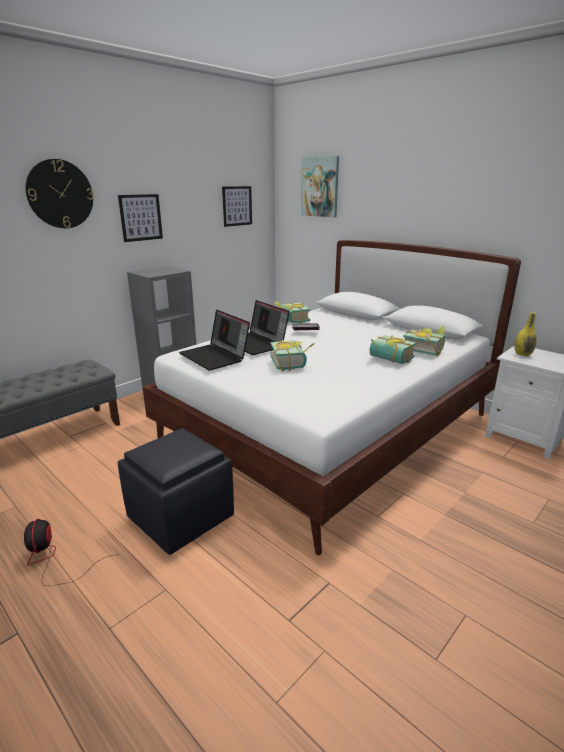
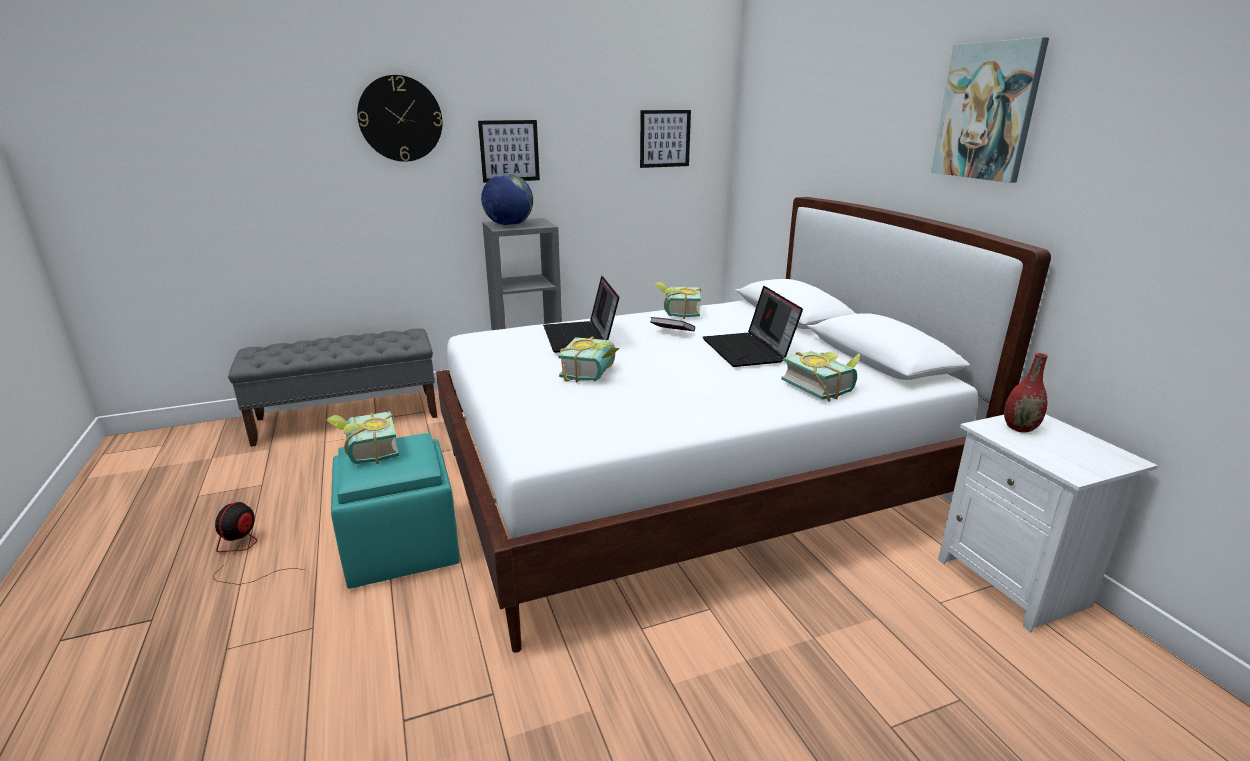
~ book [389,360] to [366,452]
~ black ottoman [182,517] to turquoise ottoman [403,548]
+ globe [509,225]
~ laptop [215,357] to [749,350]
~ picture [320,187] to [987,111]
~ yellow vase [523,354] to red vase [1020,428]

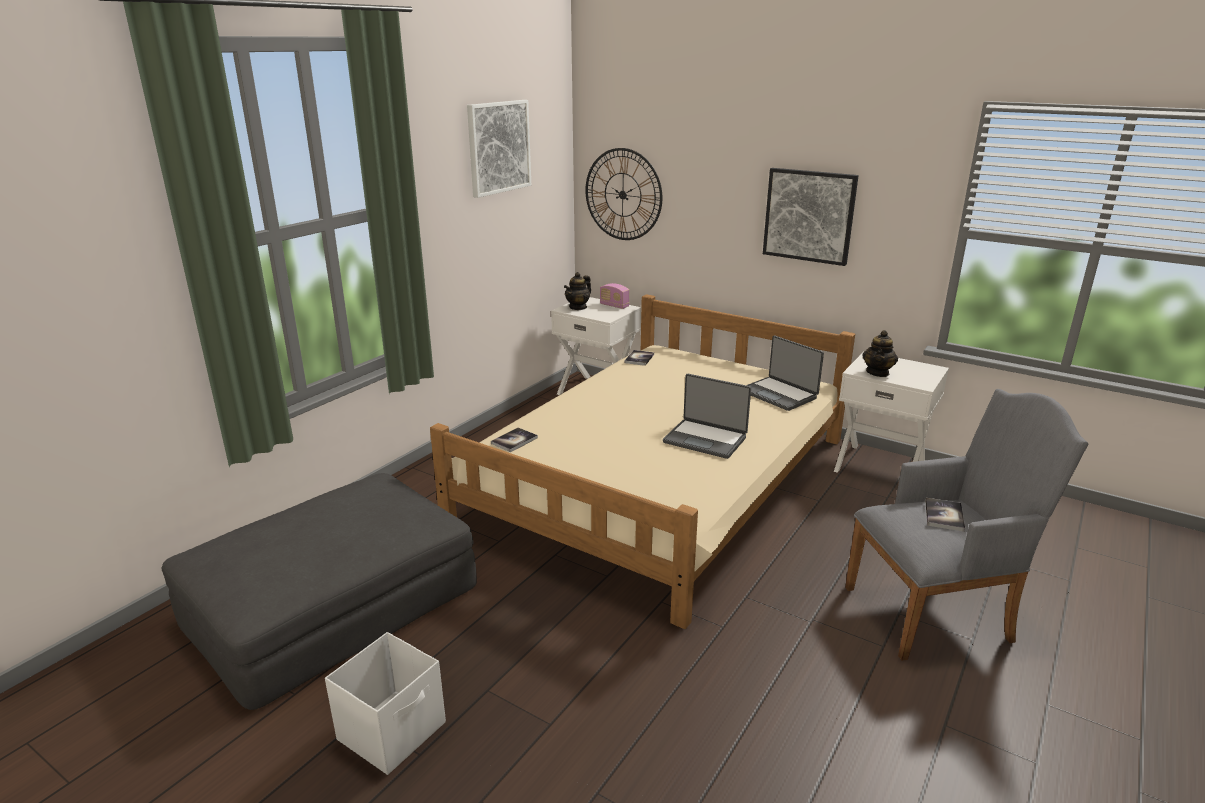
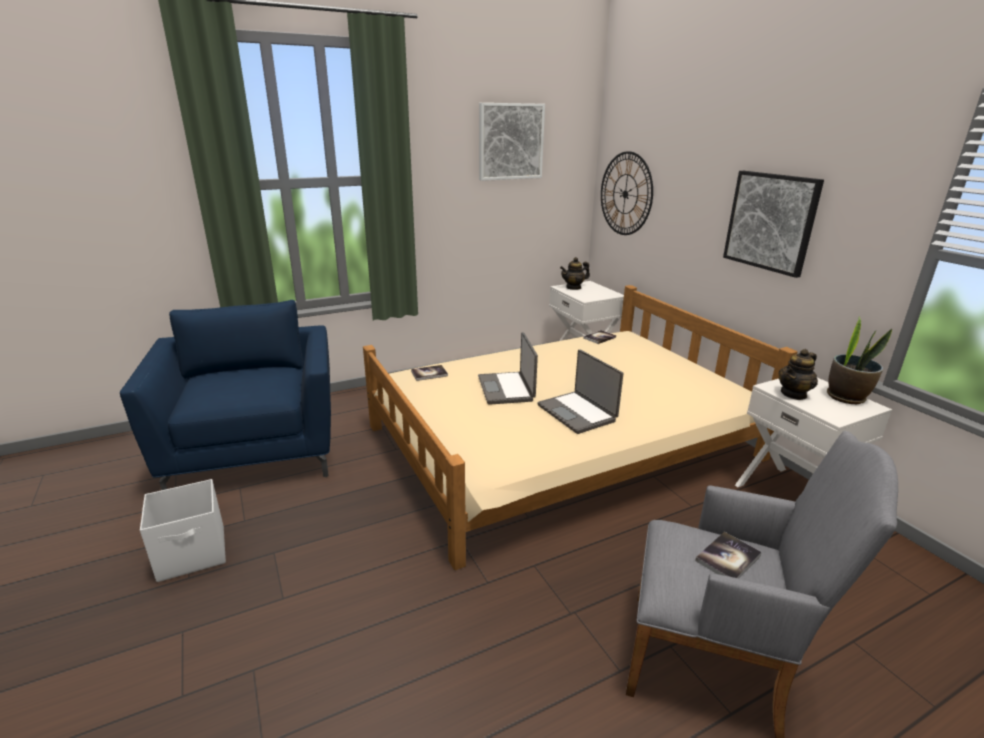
~ grey ottoman [332,603] to blue armchair [256,454]
~ laptop [779,394] to [507,389]
+ potted plant [846,397]
- radio [614,306]

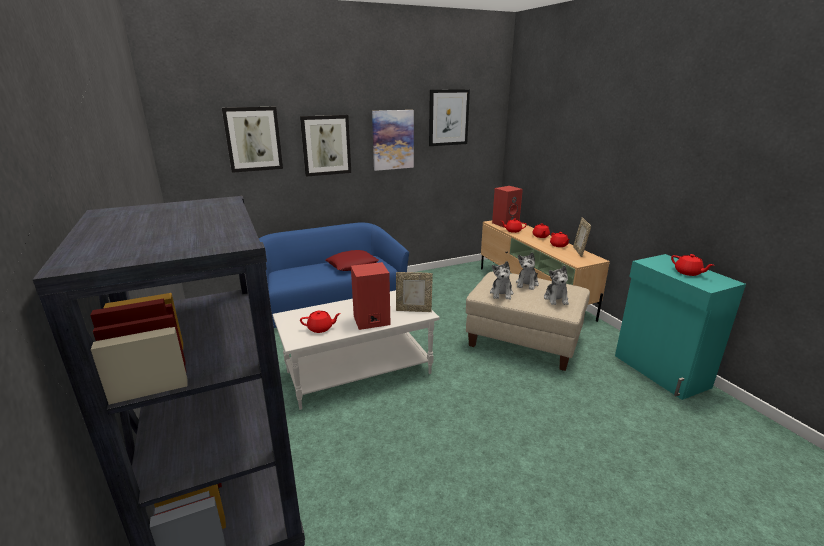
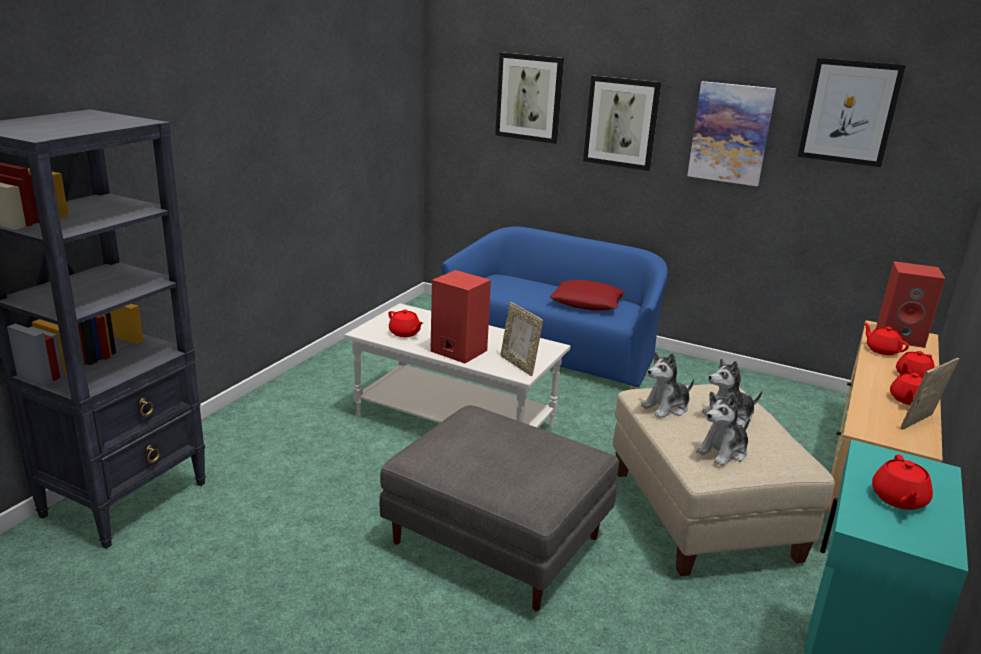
+ grey ottoman [499,540]

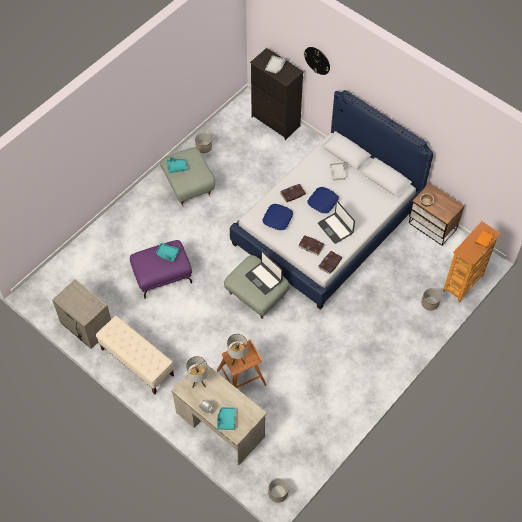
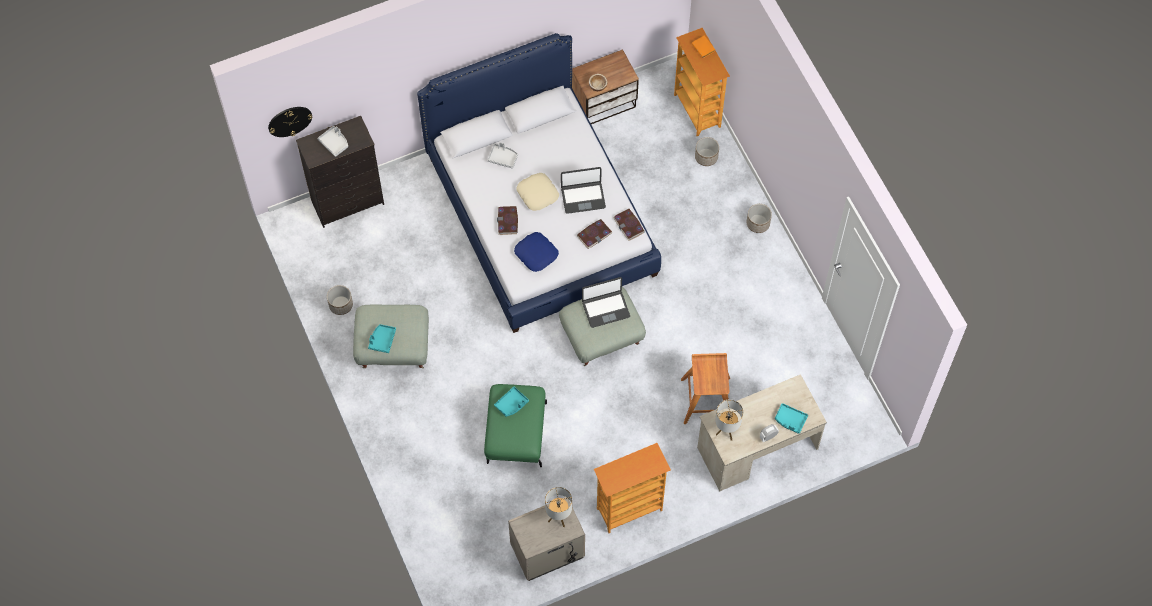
~ wall clock [317,60] to [290,121]
~ purple ottoman [162,274] to green ottoman [515,432]
~ blue pillow [323,202] to beige pillow [538,194]
~ table lamp [237,358] to [558,516]
~ beige bench [137,362] to bookcase [629,510]
~ planter [278,493] to [758,223]

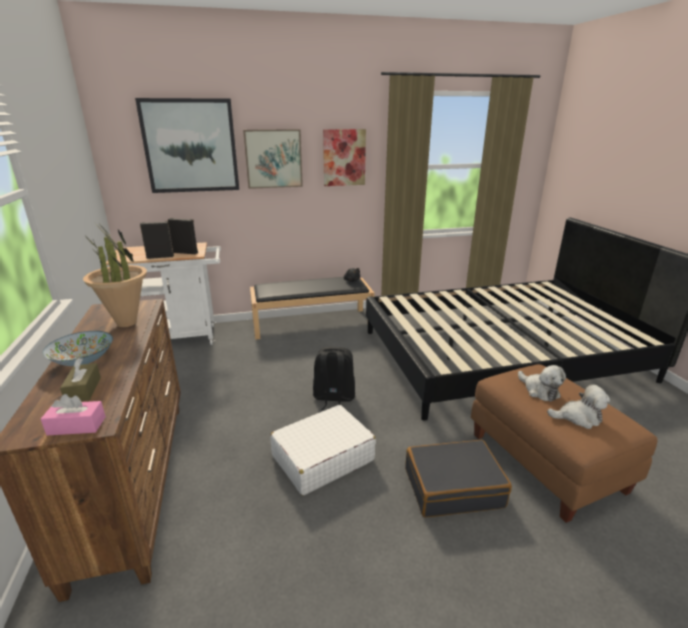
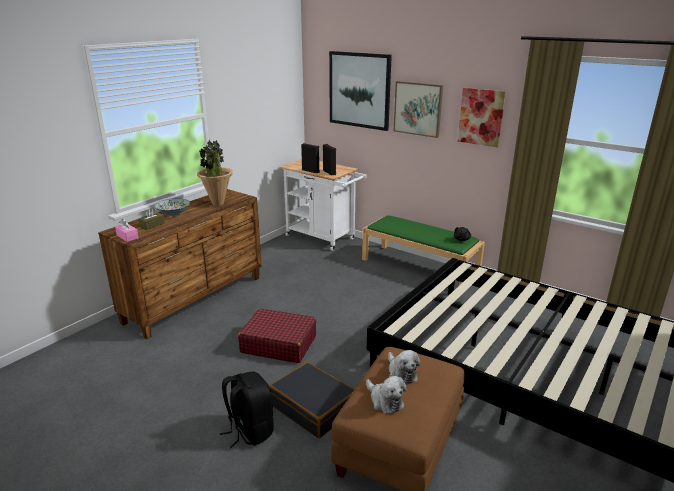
~ black backpack [333,398] to [249,431]
~ white suitcase [322,458] to red suitcase [278,344]
~ black bench [312,323] to green bench [420,267]
~ plush toy [539,390] = [401,373] 45 degrees counterclockwise

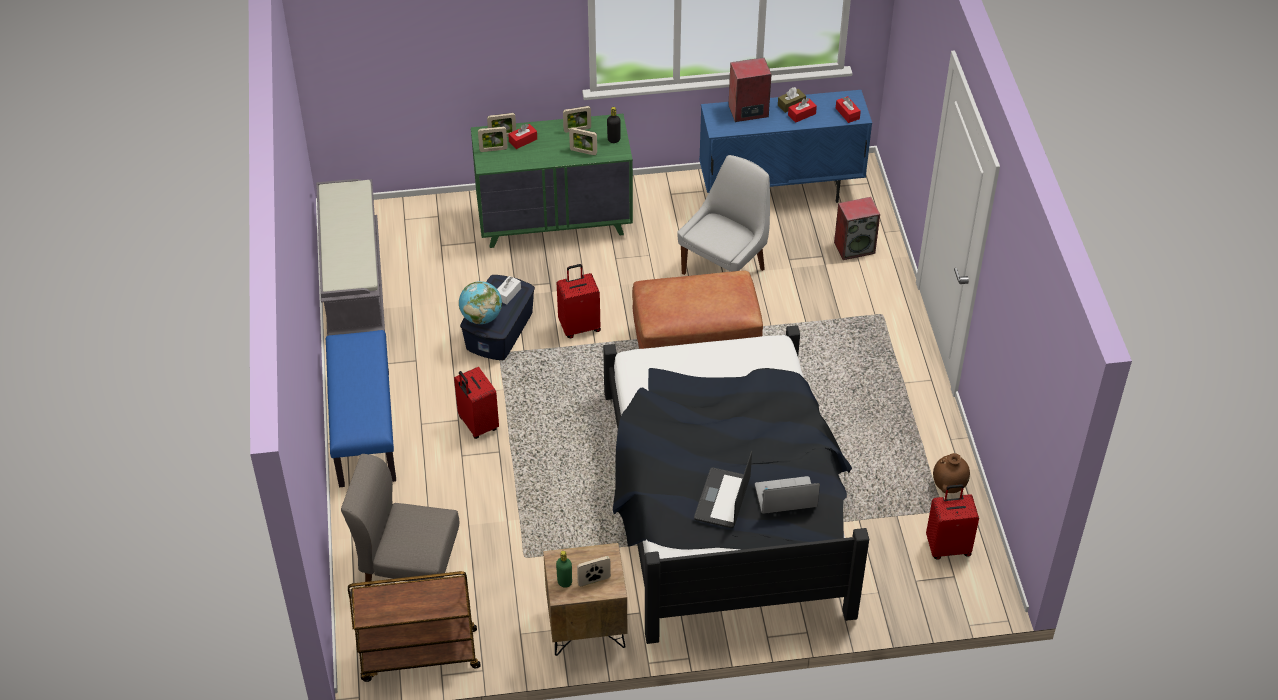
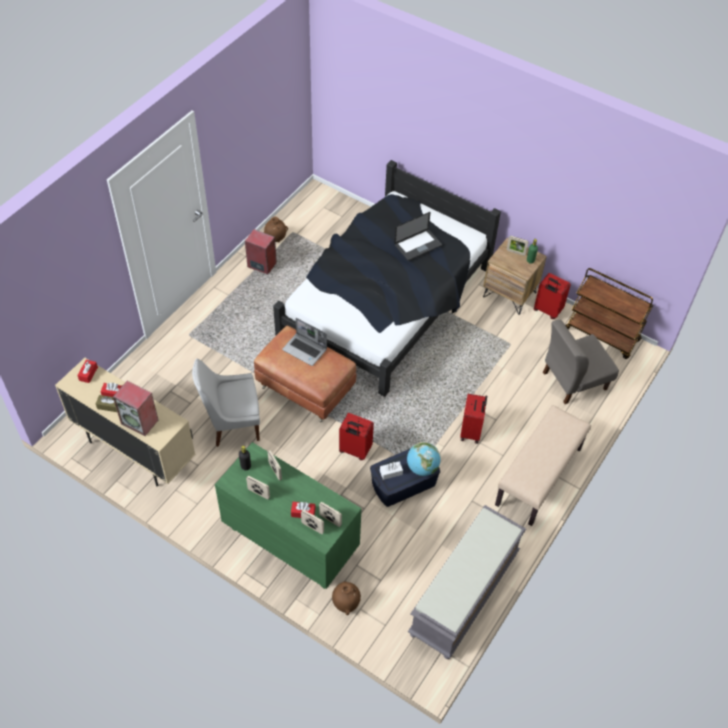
~ blue cabinet [780,192] to beige cabinet [135,451]
~ speaker [854,247] to [261,265]
~ laptop [785,497] to [305,350]
+ brown vase [346,603]
~ blue bench [363,428] to beige bench [539,477]
~ red suitcase [948,547] to [547,311]
~ grey chair [408,565] = [574,380] 105 degrees clockwise

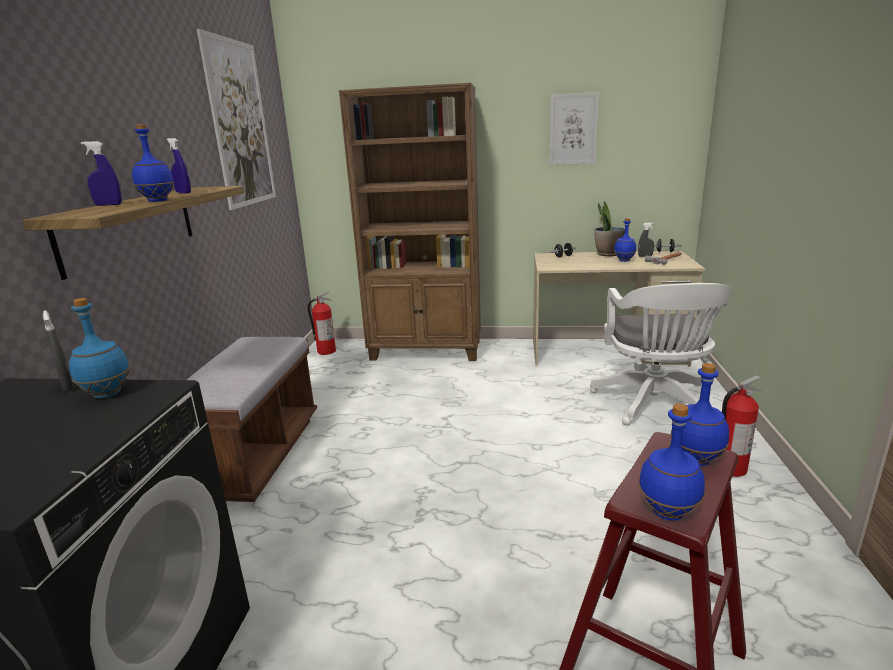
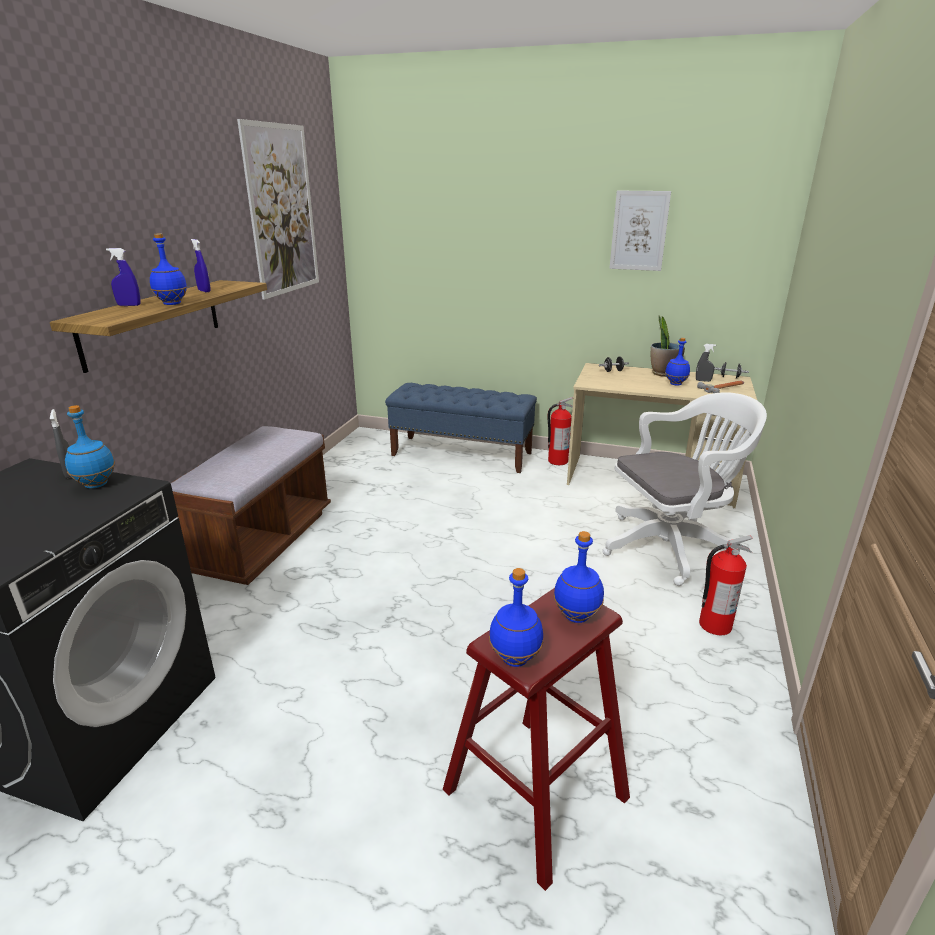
~ brown bookcase [426,351] to blue bench [462,454]
~ fire extinguisher [326,351] to [557,461]
~ white office chair [654,405] = [671,546] 120 degrees counterclockwise

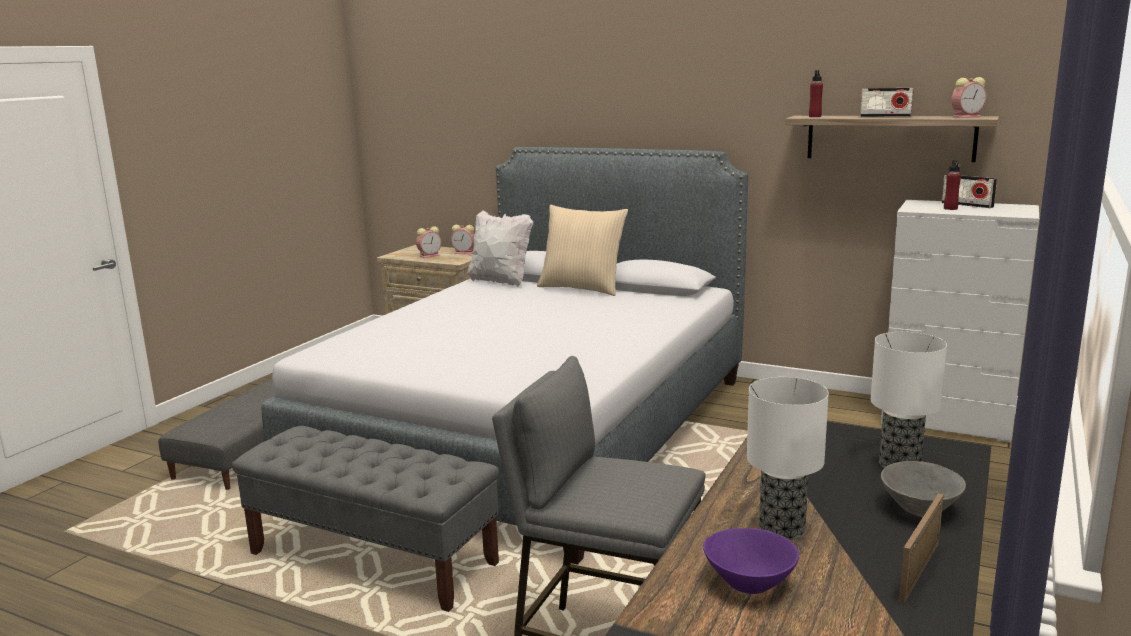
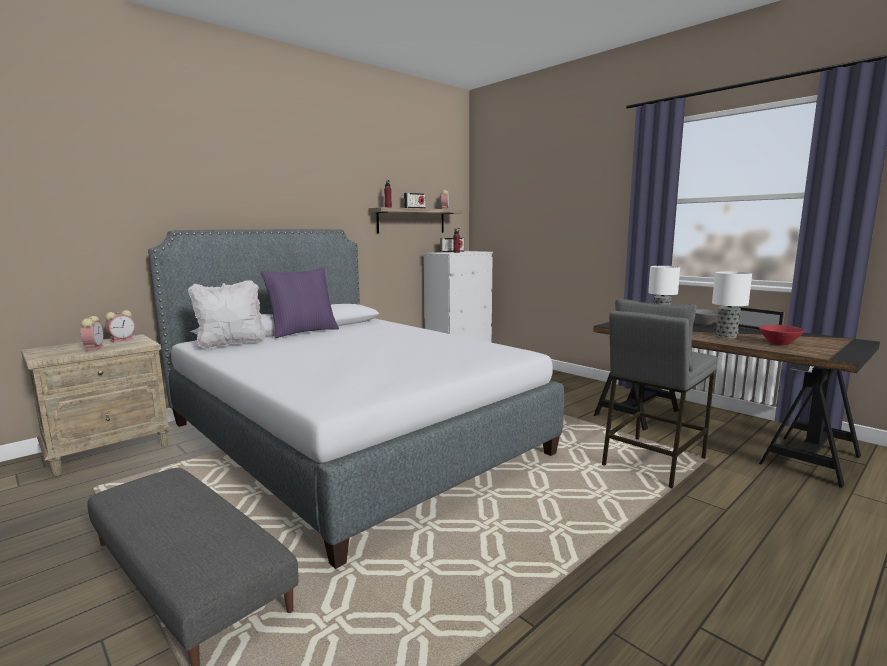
~ beige pillow [582,288] to purple pillow [303,332]
~ purple bowl [748,583] to red bowl [778,343]
- grey bench [373,559]

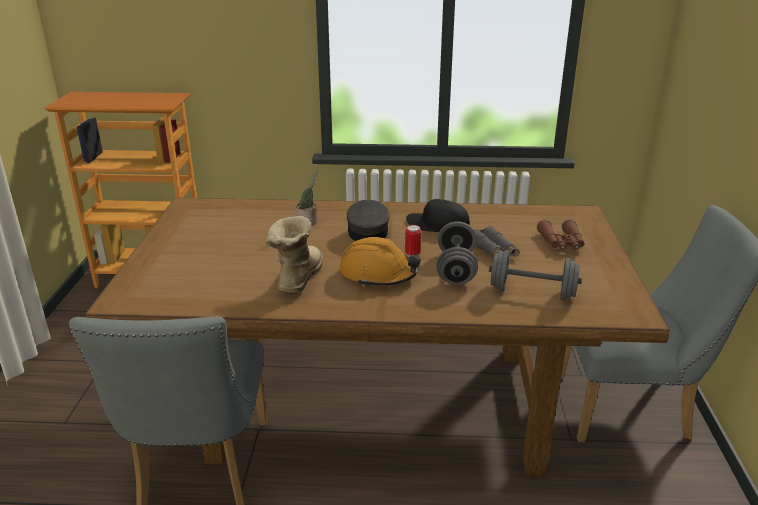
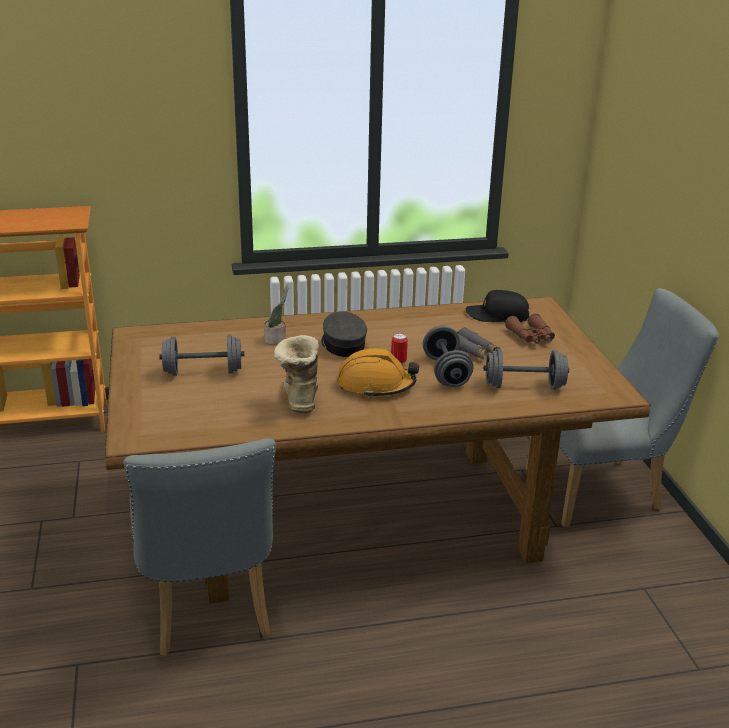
+ grey dumbbell [203,372]
~ black cap [437,225] to [497,315]

